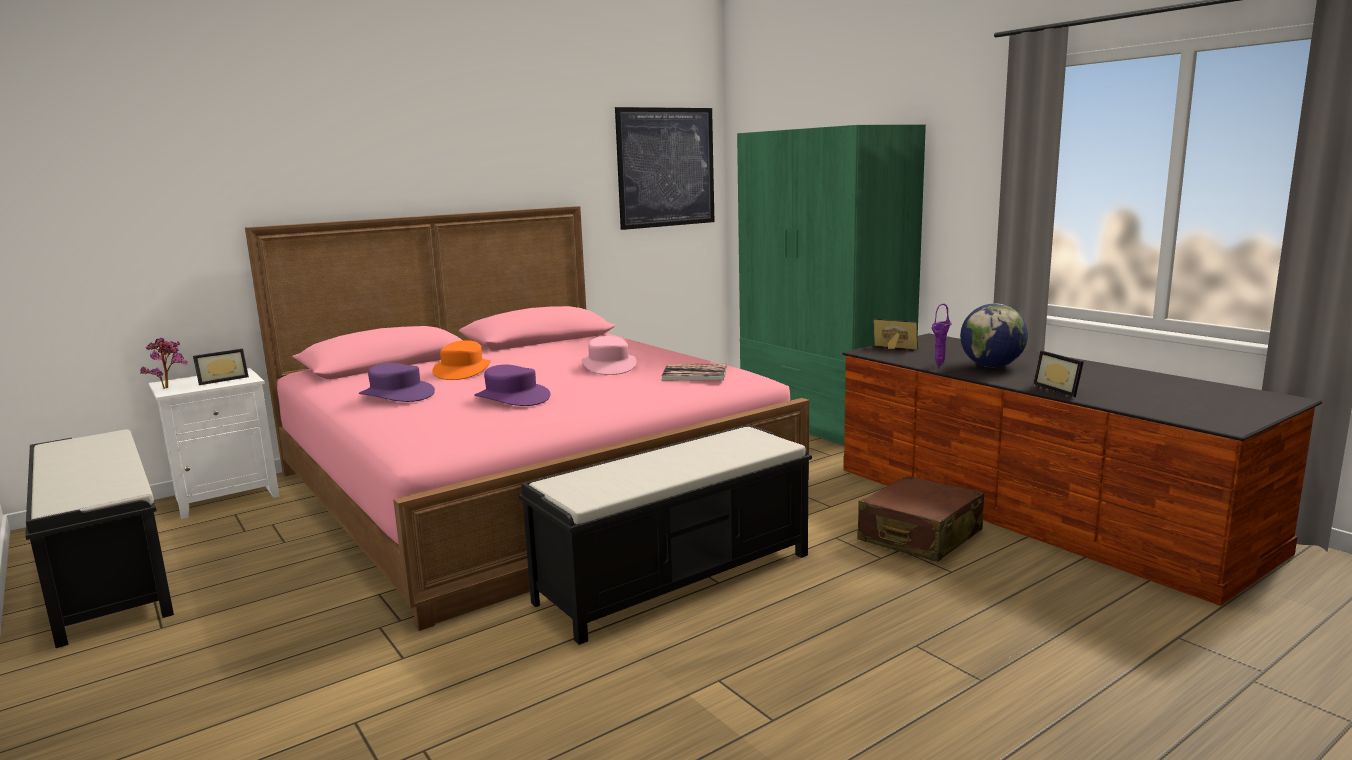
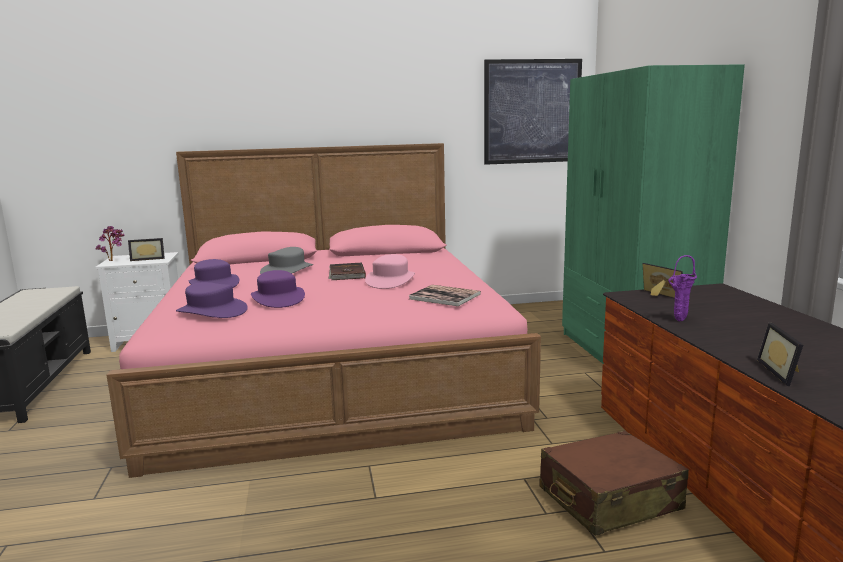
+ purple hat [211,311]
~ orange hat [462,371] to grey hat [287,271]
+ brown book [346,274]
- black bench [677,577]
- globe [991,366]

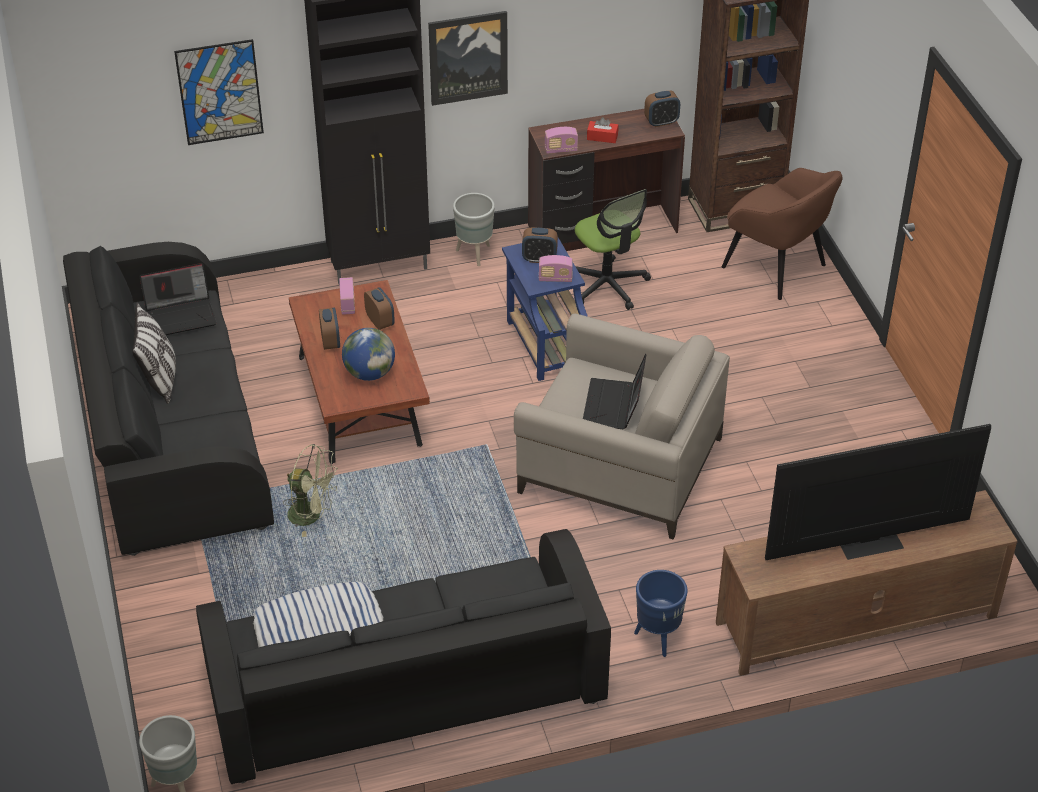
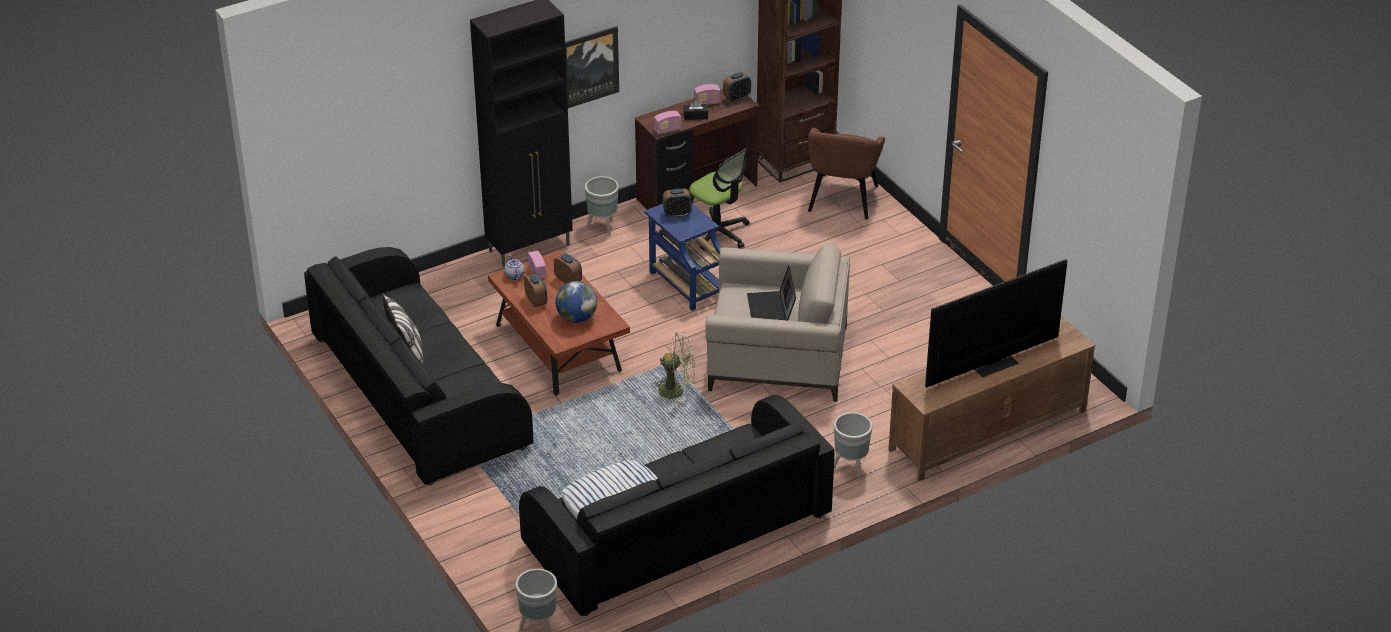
+ teapot [514,276]
~ green fan [312,515] to [677,390]
~ red tissue box [602,137] to black tissue box [695,116]
~ radio [555,278] to [707,103]
~ brown armchair [776,267] = [842,199] 75 degrees clockwise
~ blue planter [657,639] to grey planter [850,468]
- laptop [181,315]
- picture [219,92]

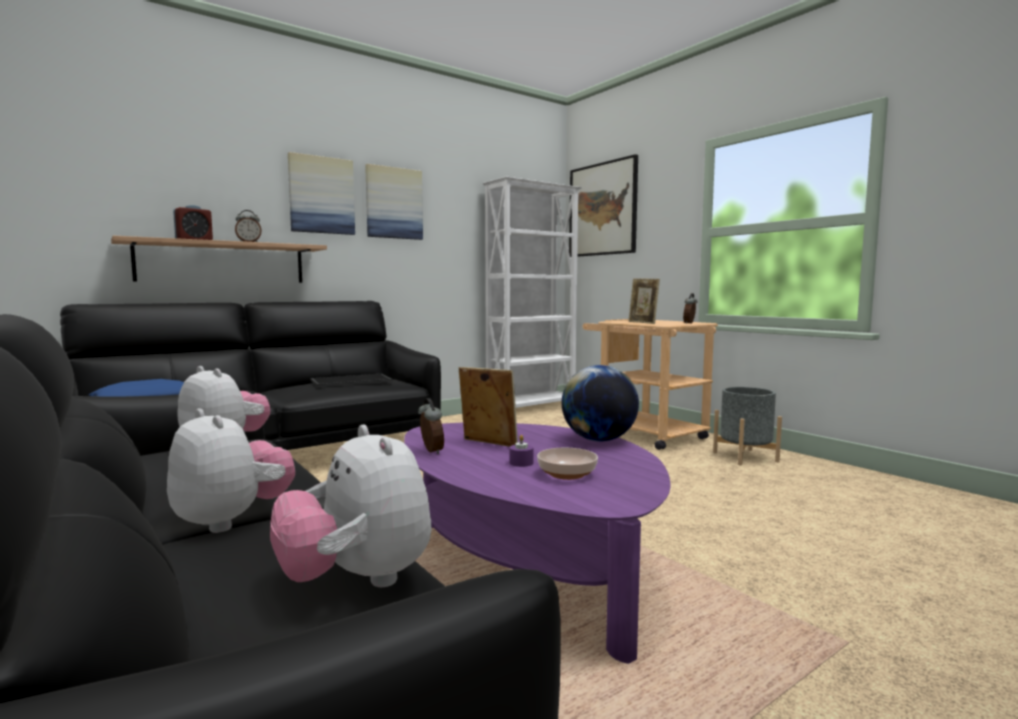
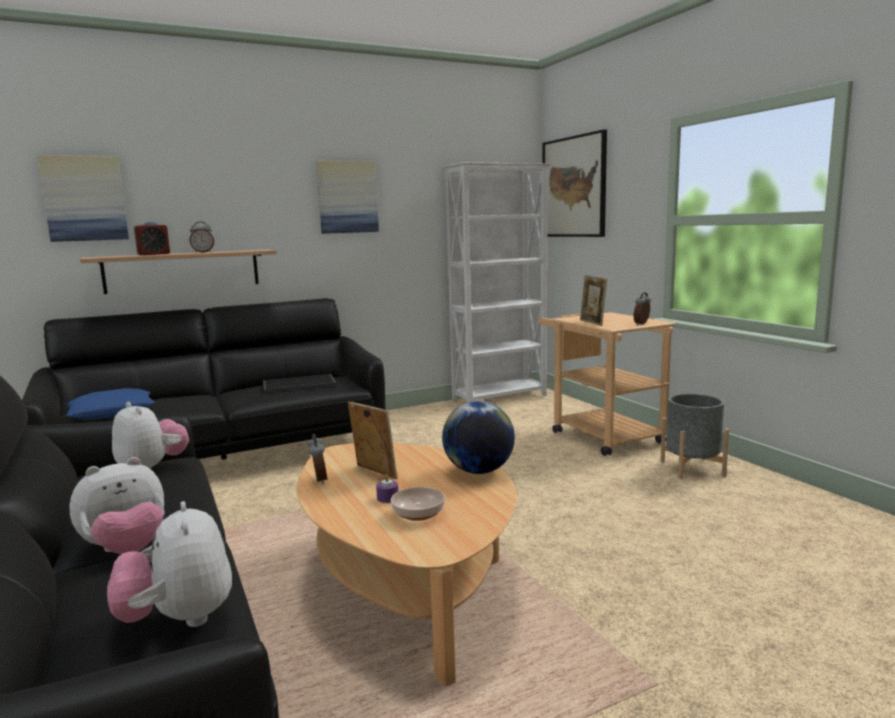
~ picture [321,195] to [85,198]
~ plush toy [232,520] = [127,550] 90 degrees clockwise
~ purple coffee table [528,568] to beige coffee table [407,586]

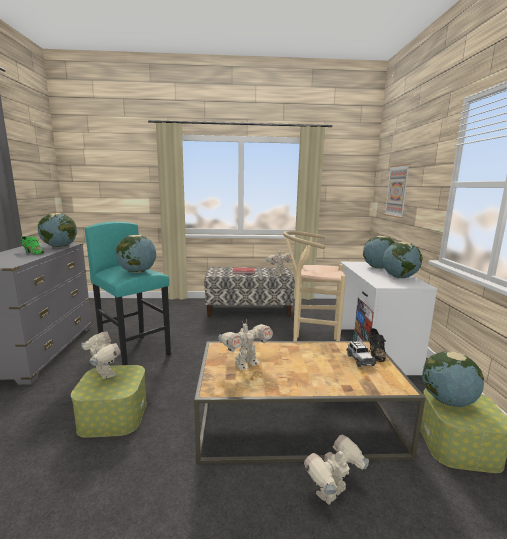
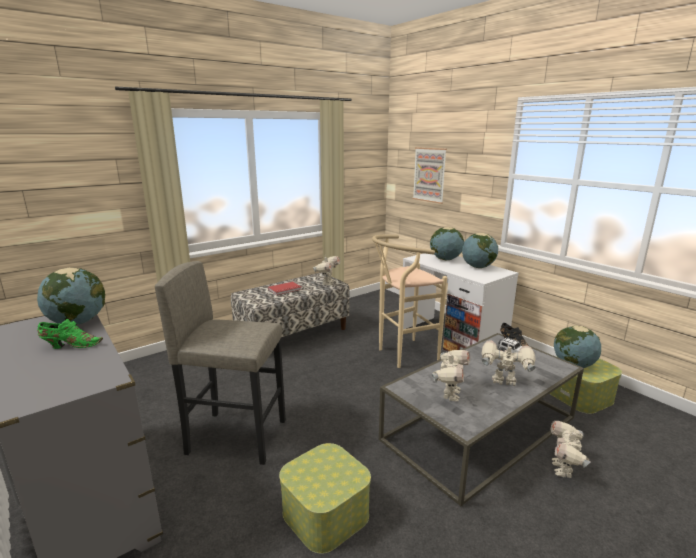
~ turquoise stool [135,352] to grey stool [237,436]
~ brown coffee table [297,420] to grey coffee table [478,429]
~ toy robot [104,374] to [504,383]
- globe [137,272]

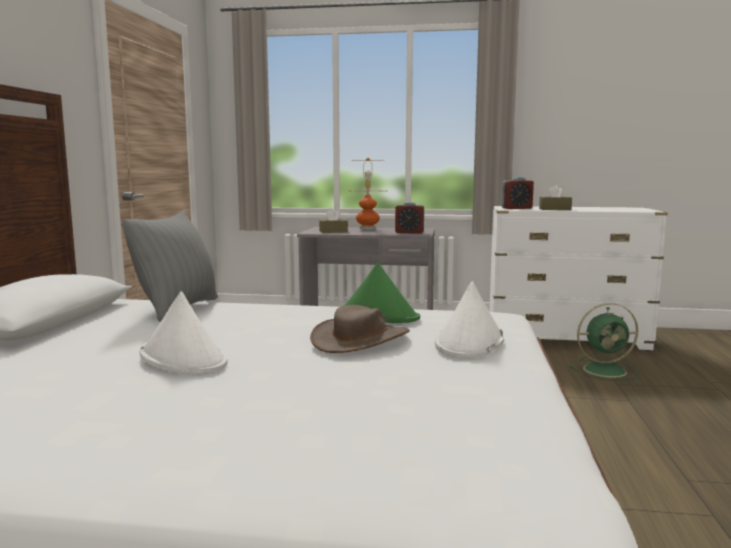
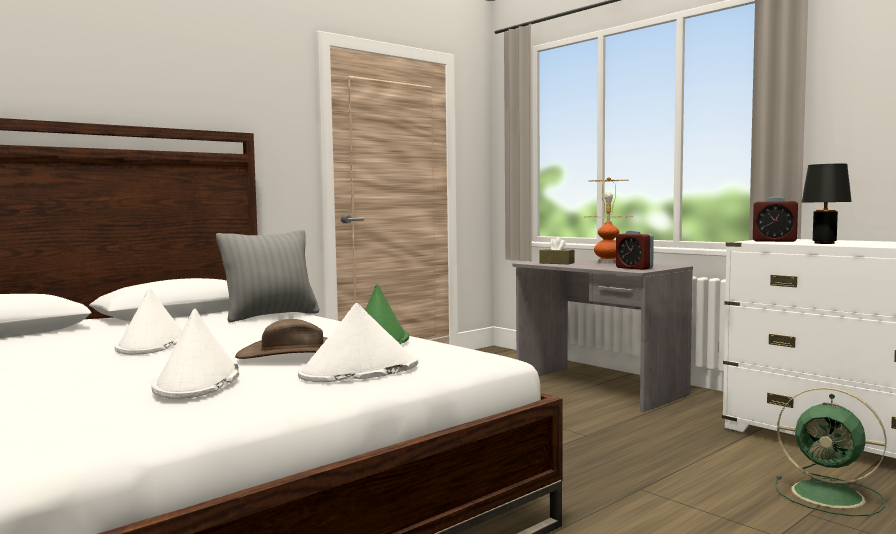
+ white hat [197,381]
~ brown tissue box [555,209] to black table lamp [823,243]

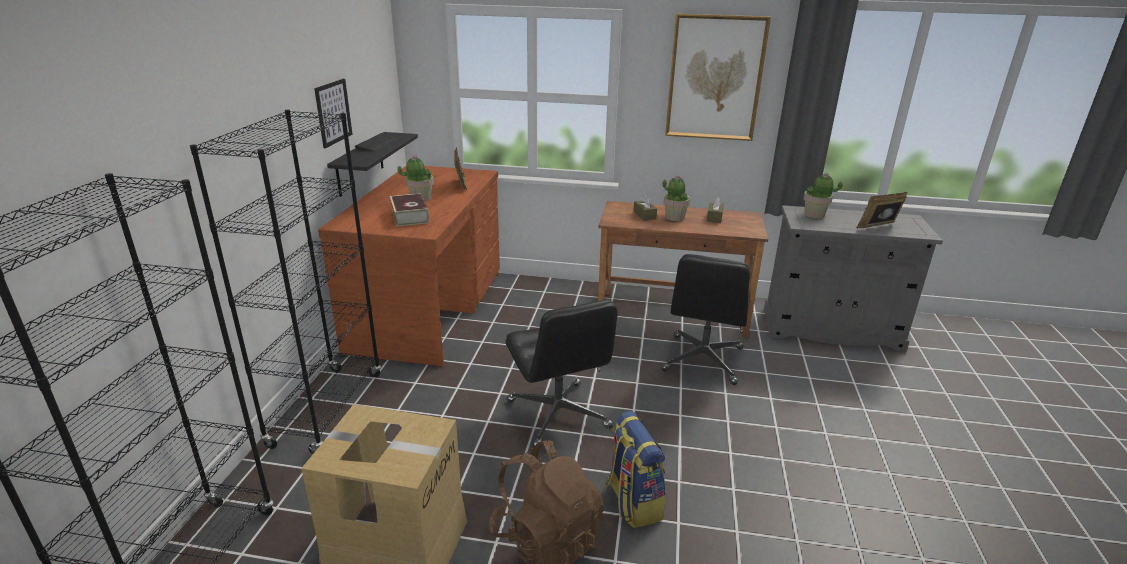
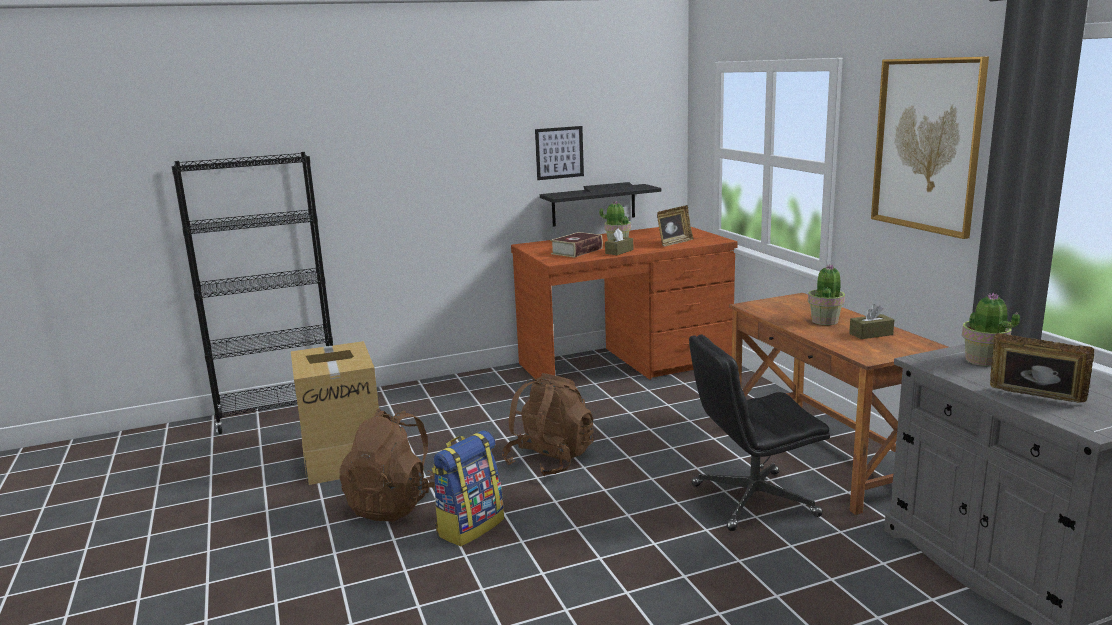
~ black office chair [559,415] to brown backpack [550,460]
~ brown tissue box [644,215] to [619,251]
- black bookcase [327,409]

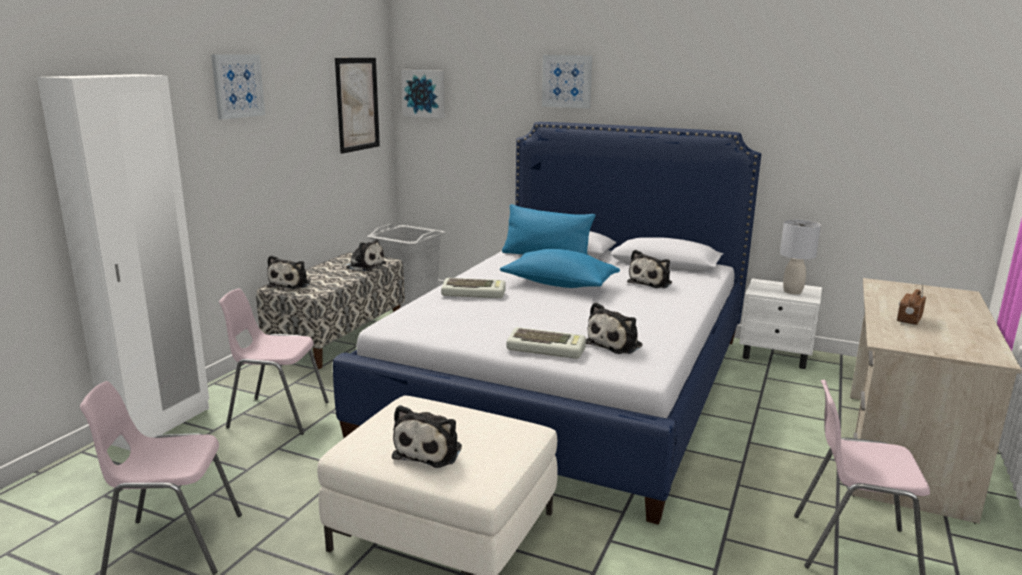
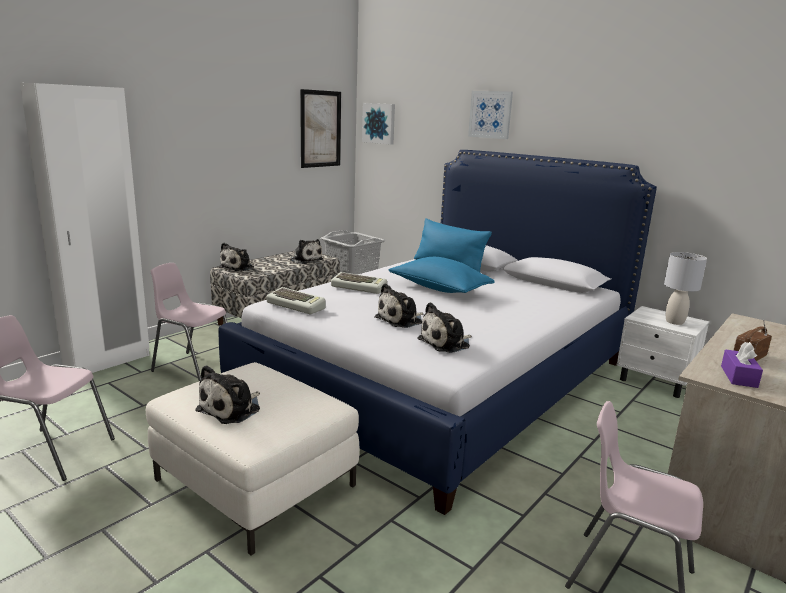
~ keyboard [547,349] to [297,305]
~ plush toy [651,282] to [401,320]
+ purple tissue box [738,376]
- picture [237,86]

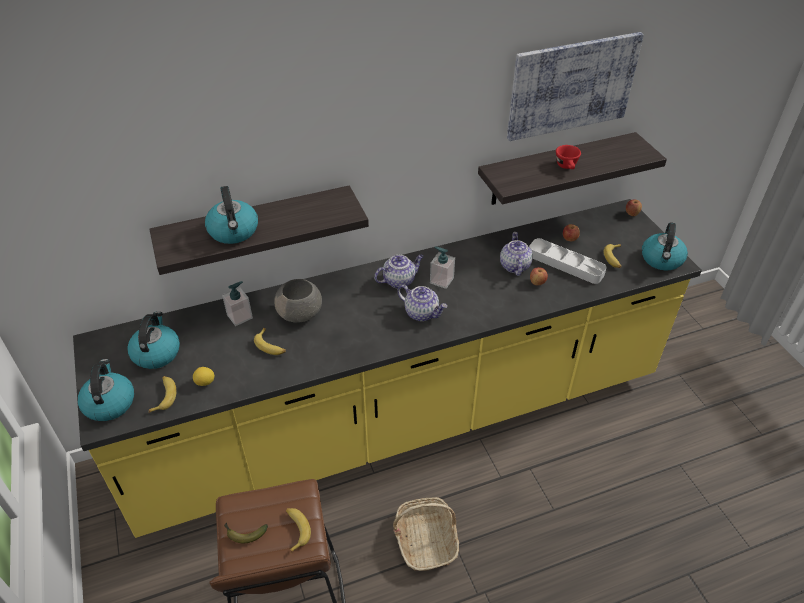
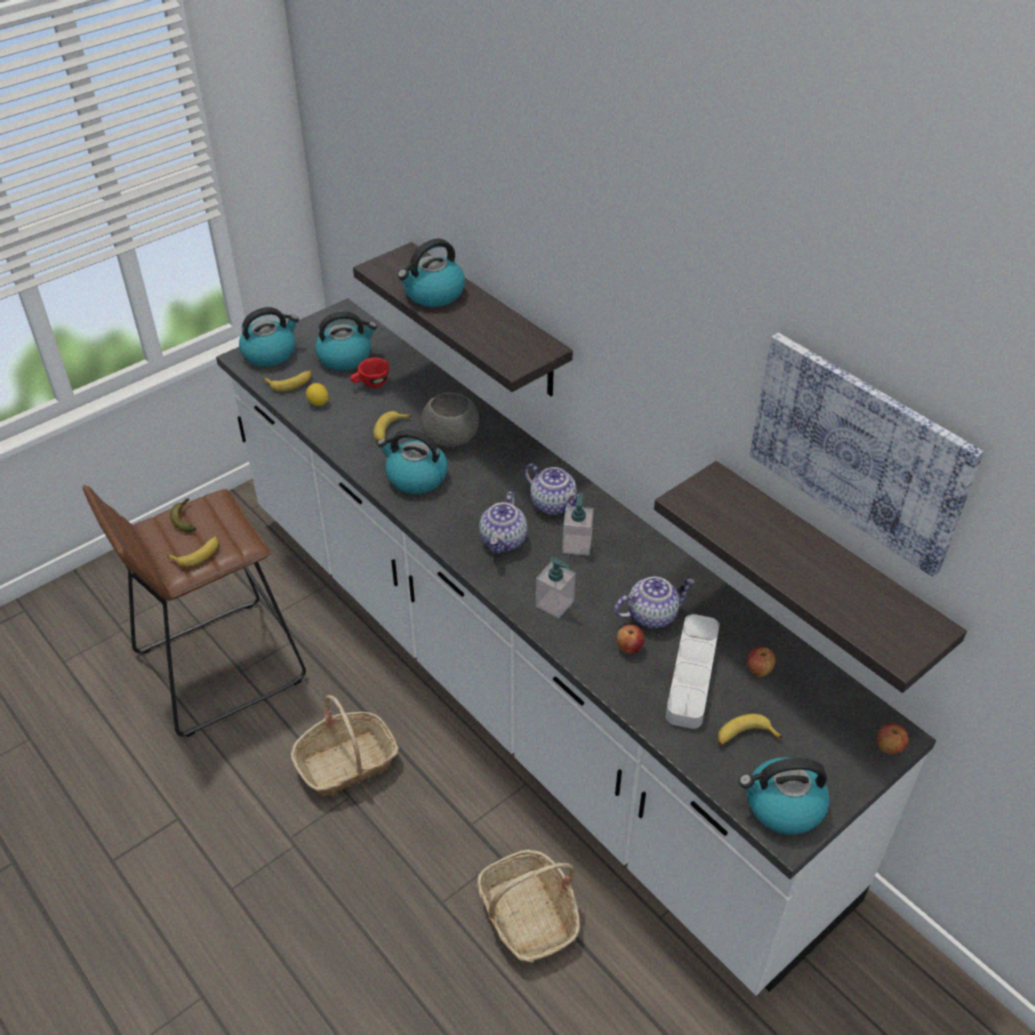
~ yellow counter [402,420] to white counter [517,686]
~ red cup [567,167] to [371,384]
+ kettle [415,477]
+ basket [528,915]
~ soap dispenser [240,316] to [555,604]

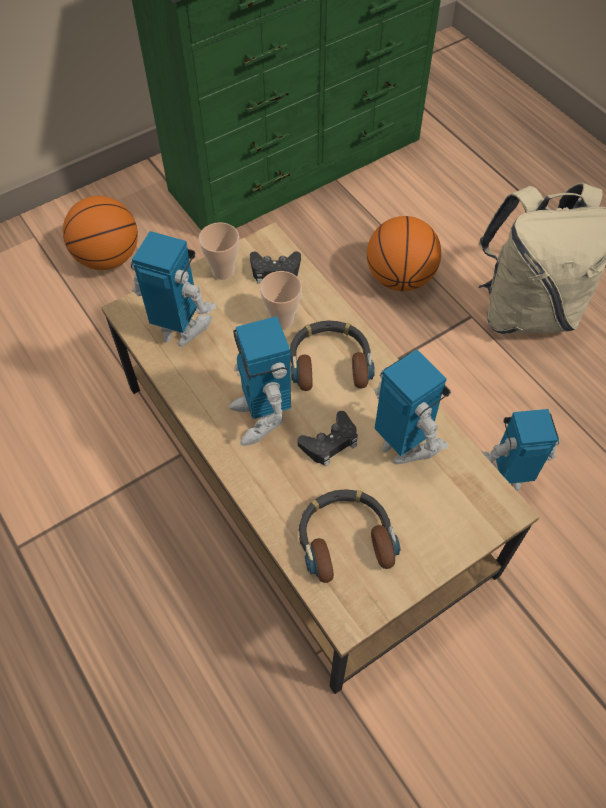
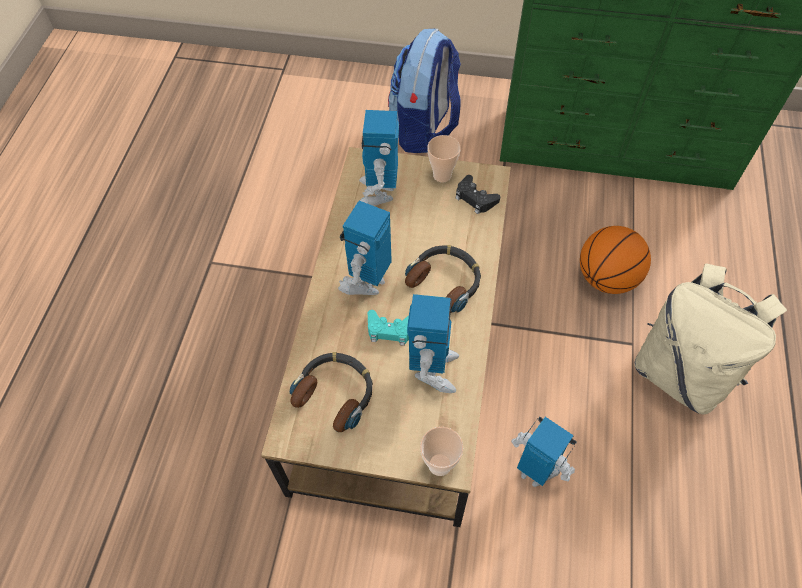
~ toy robot [180,330] = [378,193] 150 degrees counterclockwise
~ black game controller [330,442] to turquoise game controller [390,330]
~ basketball [108,258] to backpack [425,129]
~ cup [282,320] to [439,464]

